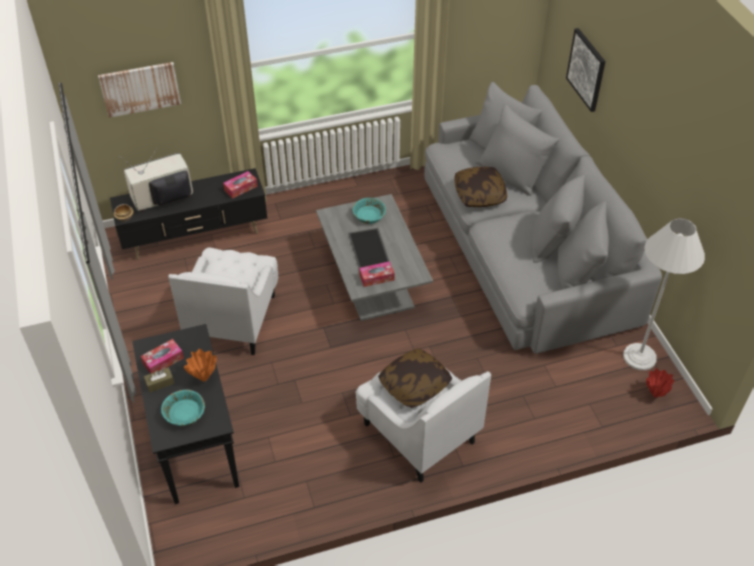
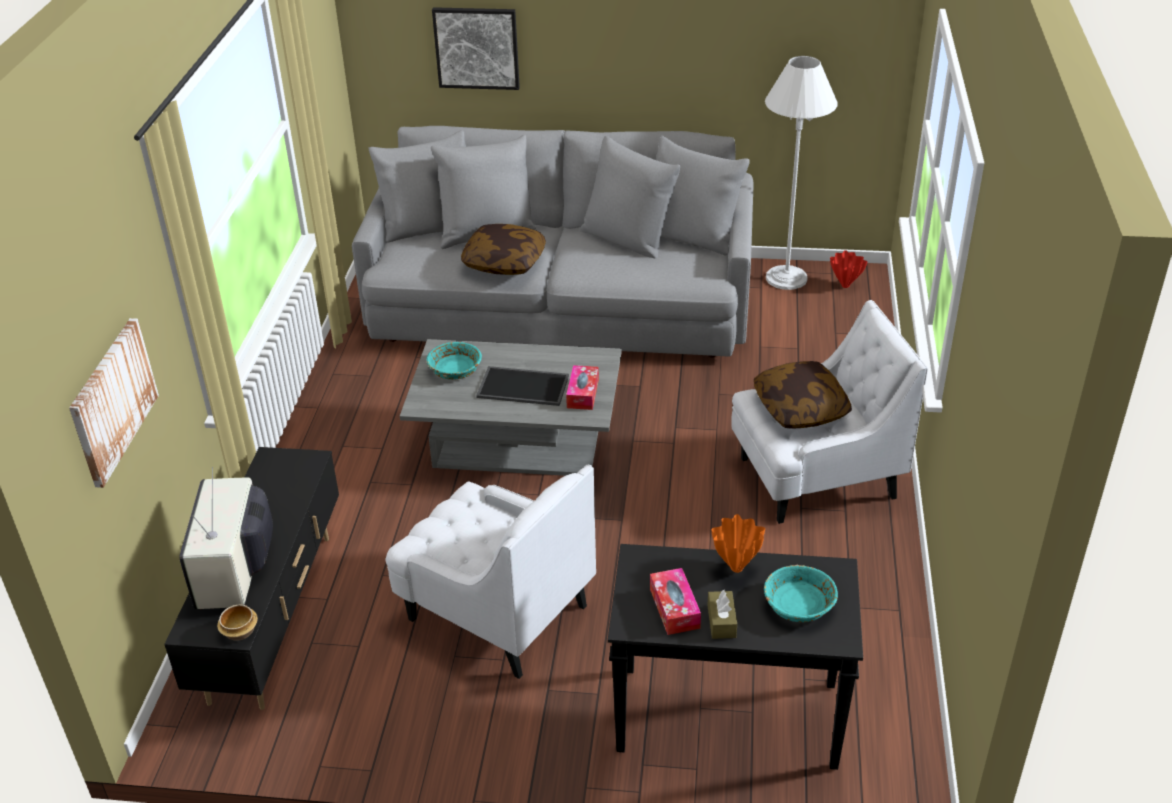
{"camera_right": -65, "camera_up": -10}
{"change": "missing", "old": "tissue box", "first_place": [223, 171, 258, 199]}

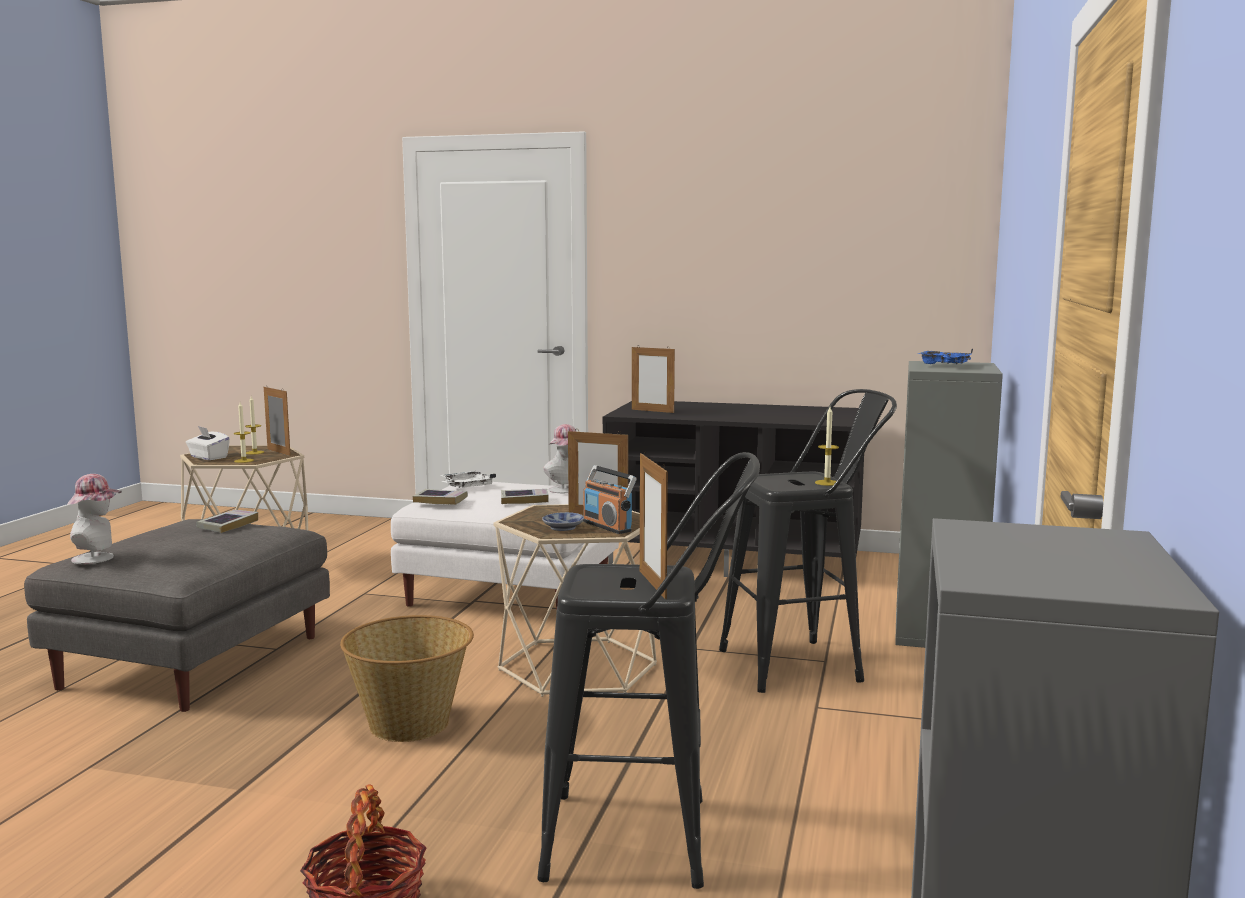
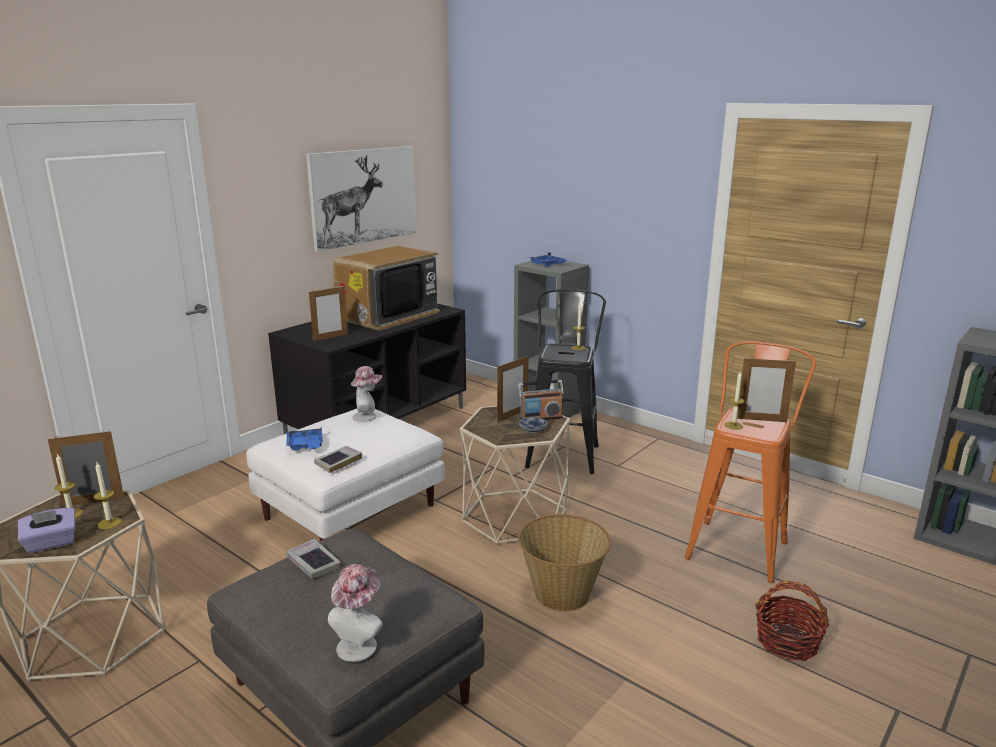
{"camera_right": -65, "camera_up": 10}
{"change": "missing", "old": "book", "first_place": [501, 489, 549, 504]}
{"change": "appeared", "new": "picture", "second_place": [306, 146, 417, 252]}
{"change": "appeared", "new": "television", "second_place": [333, 246, 440, 331]}
{"change": "appeared", "new": "candle", "second_place": [724, 372, 745, 430]}
{"change": "colour", "old": "white tissue box", "new": "purple tissue box", "first_place": [186, 426, 230, 460], "second_place": [18, 508, 75, 553]}
{"change": "colour", "old": "white tray", "new": "blue tray", "first_place": [441, 471, 496, 488], "second_place": [287, 428, 323, 451]}
{"change": "colour", "old": "black stool", "new": "orange stool", "first_place": [537, 452, 760, 889], "second_place": [685, 342, 816, 583]}

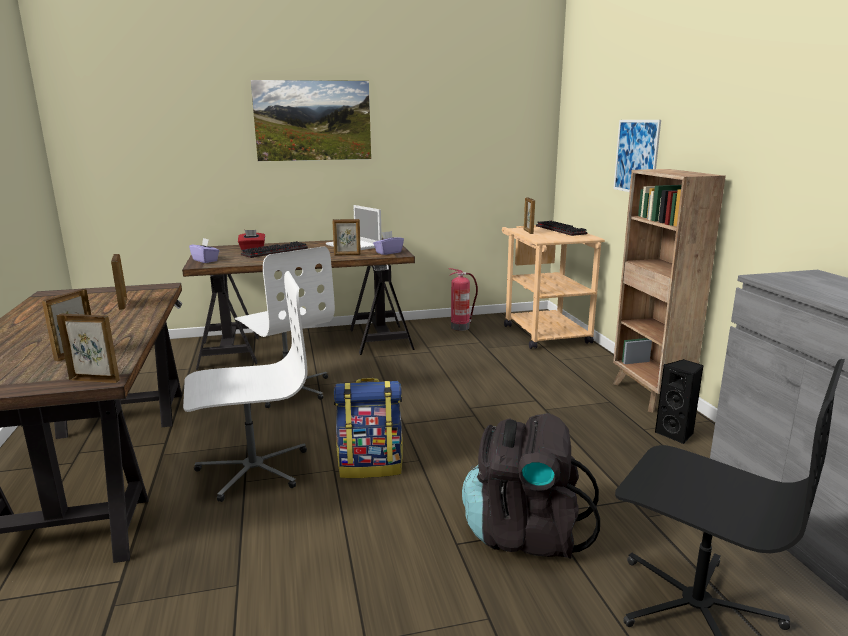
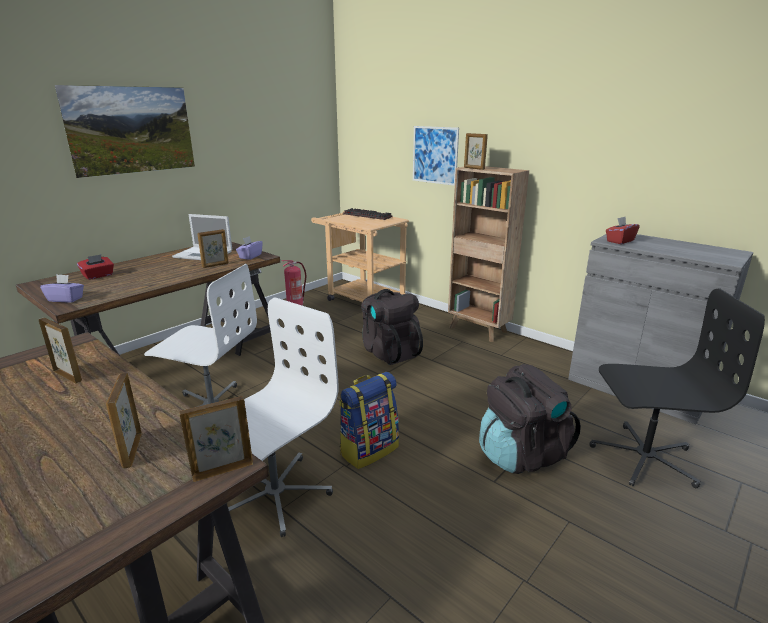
{"camera_right": -35, "camera_up": 5}
{"change": "missing", "old": "keyboard", "first_place": [241, 241, 308, 258]}
{"change": "missing", "old": "black speaker", "first_place": [655, 359, 703, 444]}
{"change": "appeared", "new": "black backpack", "second_place": [361, 289, 423, 365]}
{"change": "appeared", "new": "red tissue box", "second_place": [606, 217, 640, 244]}
{"change": "relocated", "old": "picture frame", "first_place": [524, 197, 535, 234], "second_place": [464, 133, 488, 170]}

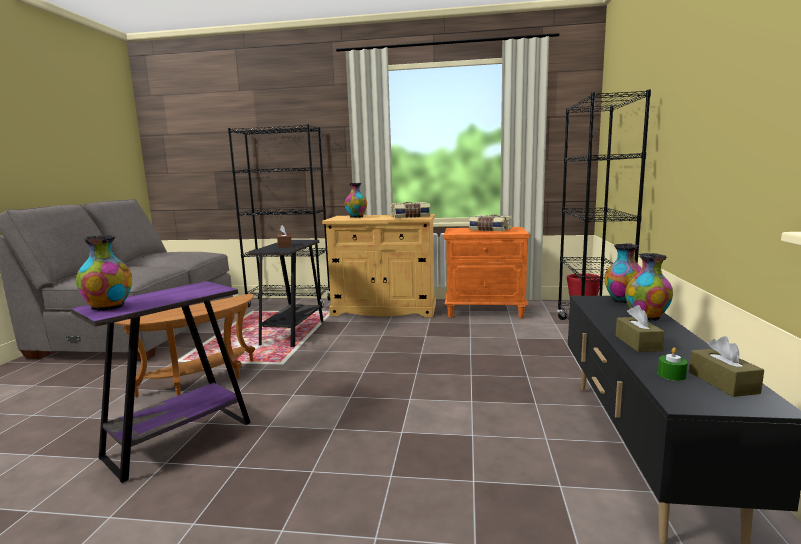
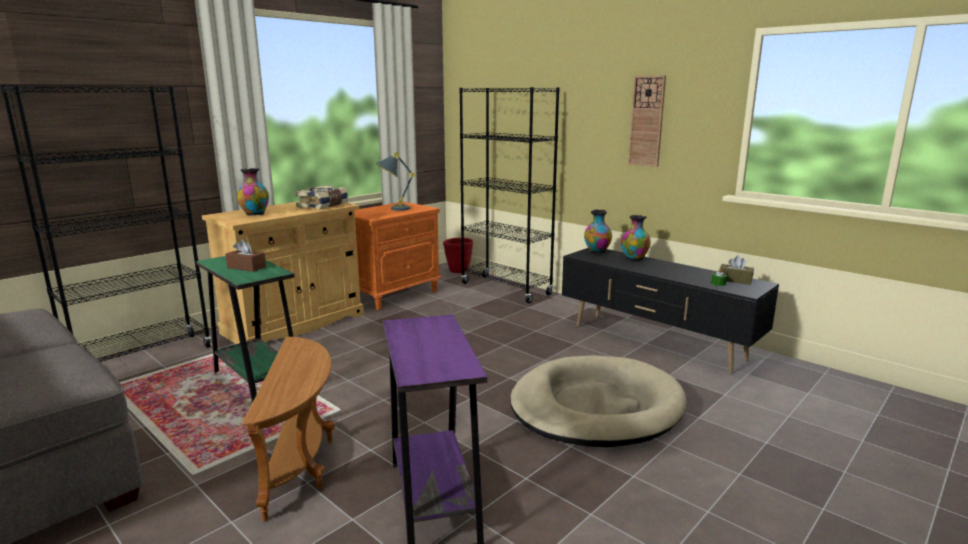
{"camera_right": -55, "camera_up": 5}
{"change": "missing", "old": "vase", "first_place": [76, 235, 132, 311]}
{"change": "missing", "old": "brown tissue box", "first_place": [616, 305, 665, 352]}
{"change": "appeared", "new": "beige dog bed", "second_place": [510, 355, 687, 447]}
{"change": "appeared", "new": "wall clock", "second_place": [628, 75, 666, 167]}
{"change": "exchanged", "old": "book", "new": "grey table lamp", "first_place": [469, 215, 512, 231], "second_place": [375, 152, 415, 211]}
{"change": "colour", "old": "black side table", "new": "green side table", "first_place": [248, 240, 324, 347], "second_place": [196, 256, 295, 403]}

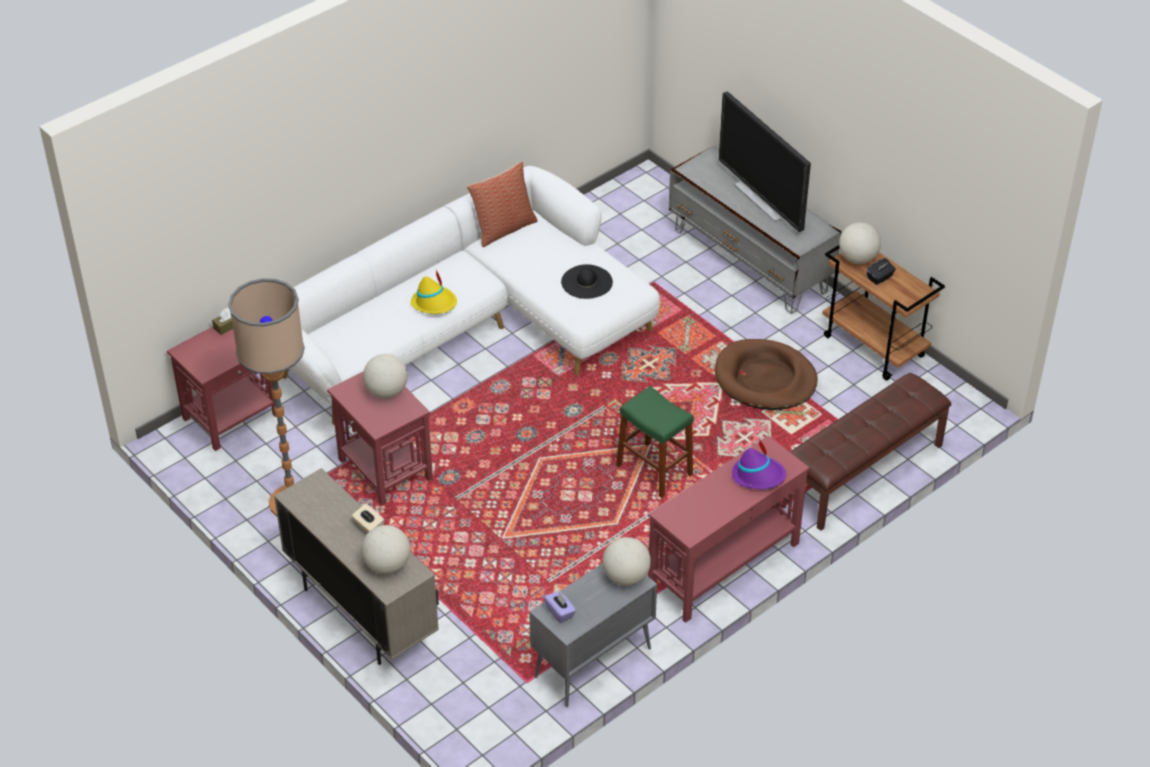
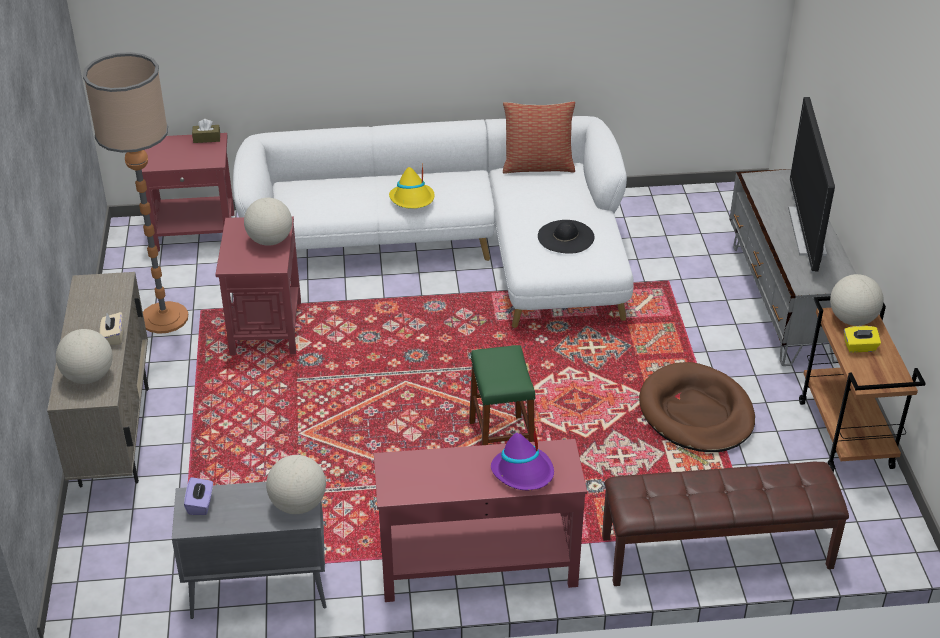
{"camera_right": 35, "camera_up": -5}
{"change": "colour", "old": "black tissue box", "new": "yellow tissue box", "first_place": [866, 258, 896, 285], "second_place": [844, 326, 881, 353]}

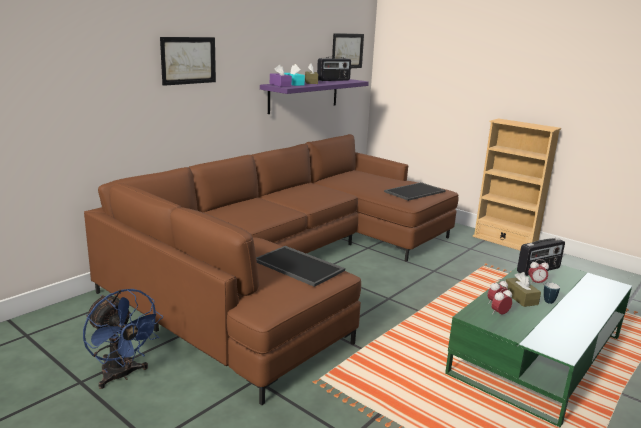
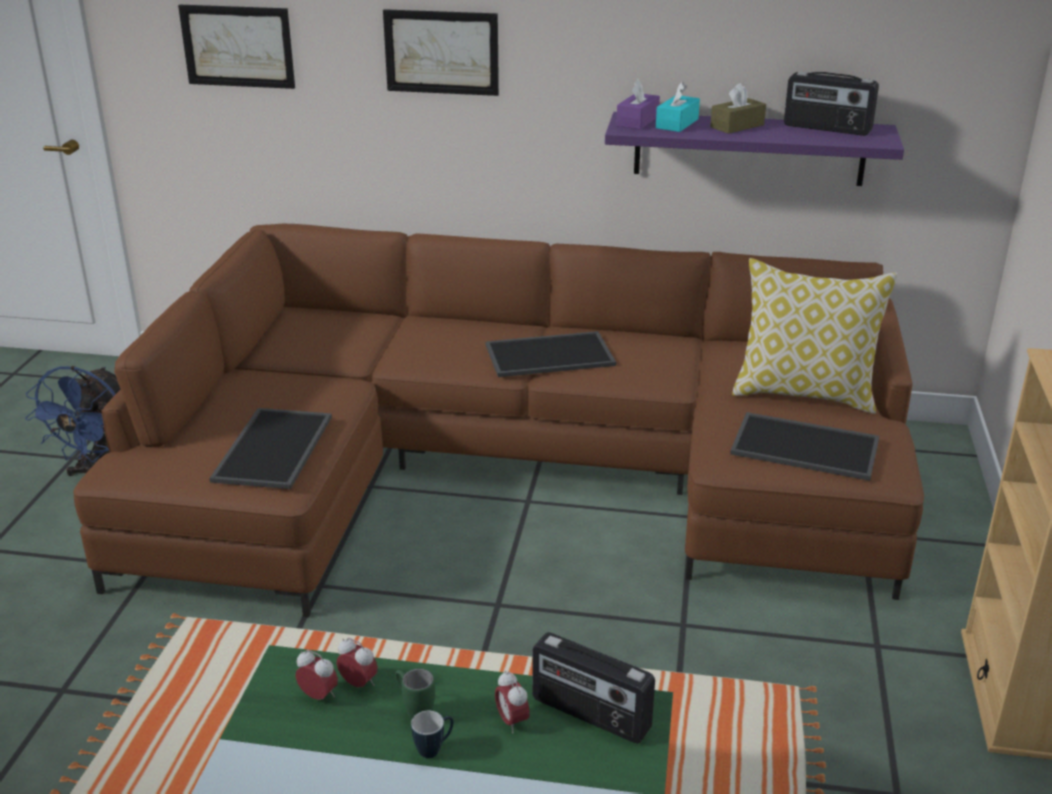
{"camera_right": 60, "camera_up": 10}
{"change": "appeared", "new": "tray", "second_place": [486, 331, 616, 377]}
{"change": "appeared", "new": "pillow", "second_place": [732, 258, 898, 414]}
{"change": "relocated", "old": "picture", "first_place": [332, 33, 364, 68], "second_place": [178, 5, 295, 89]}
{"change": "exchanged", "old": "brown tissue box", "new": "green mug", "first_place": [505, 272, 541, 307], "second_place": [395, 668, 435, 720]}

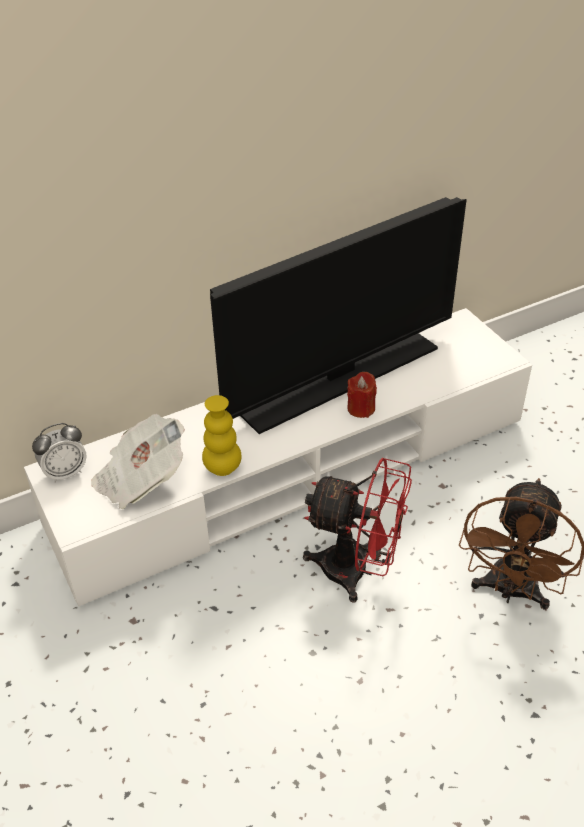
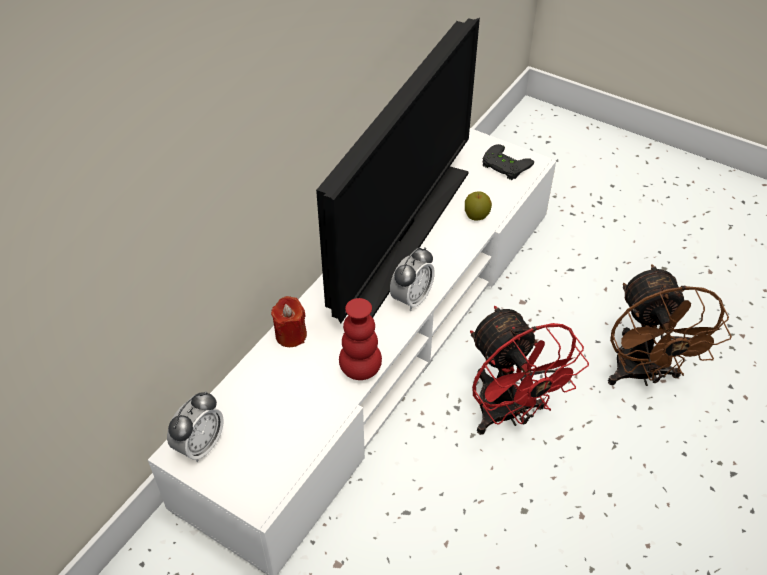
{"camera_right": -30, "camera_up": 5}
{"change": "missing", "old": "newspaper", "first_place": [91, 414, 185, 510]}
{"change": "appeared", "new": "alarm clock", "second_place": [390, 247, 435, 311]}
{"change": "appeared", "new": "apple", "second_place": [465, 191, 492, 221]}
{"change": "appeared", "new": "black game controller", "second_place": [482, 144, 534, 180]}
{"change": "relocated", "old": "red candle", "first_place": [347, 372, 377, 418], "second_place": [271, 296, 307, 347]}
{"change": "colour", "old": "yellow vase", "new": "red vase", "first_place": [202, 395, 242, 476], "second_place": [339, 298, 382, 380]}
{"change": "spun", "old": "red fan", "first_place": [303, 458, 412, 603], "second_place": [470, 306, 589, 435], "degrees": 75}

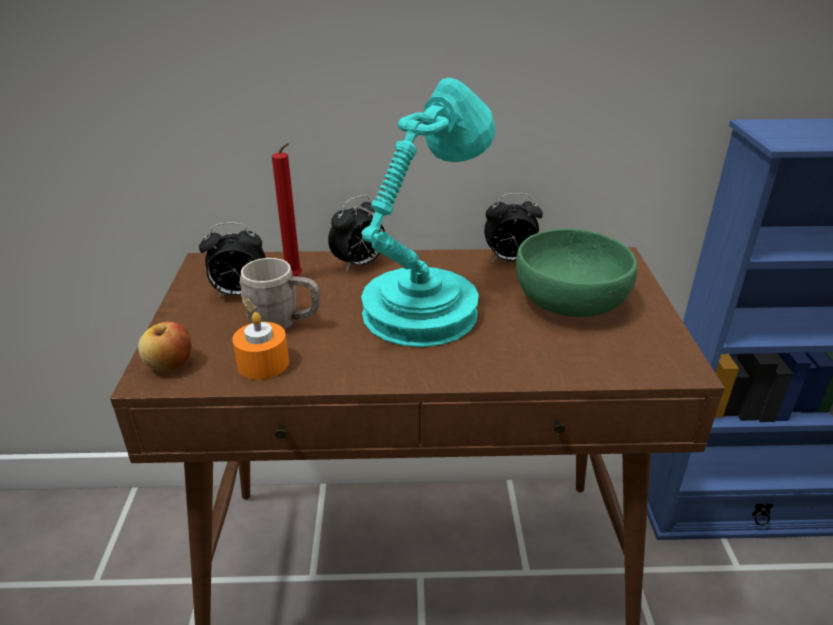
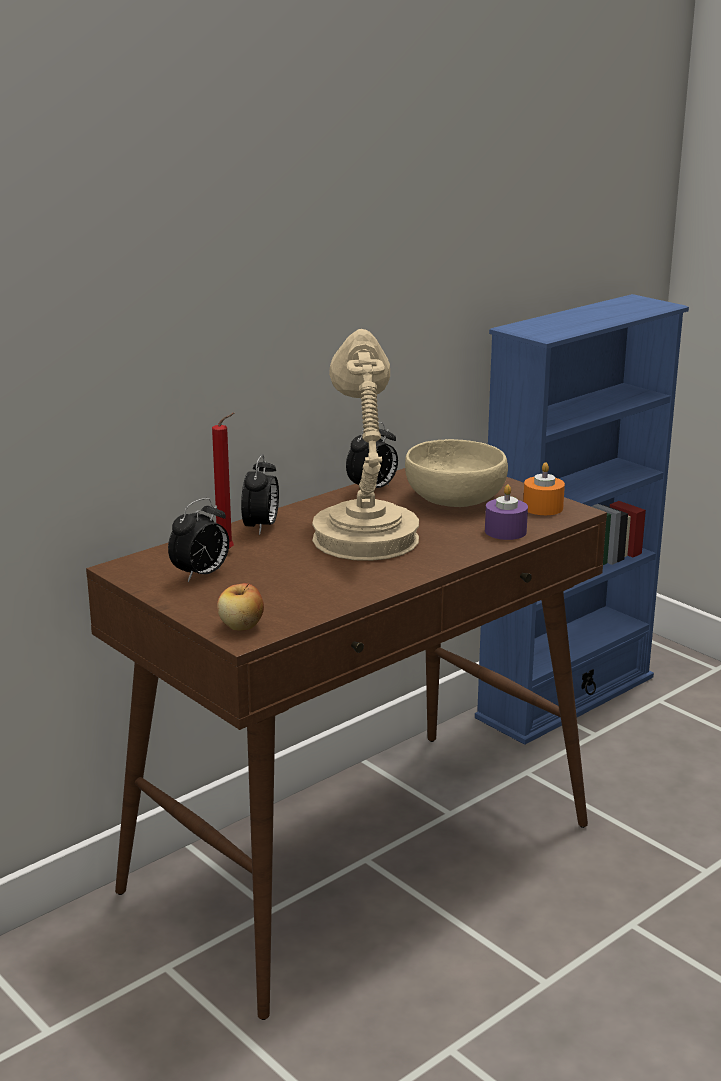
{"camera_right": -40, "camera_up": -10}
{"change": "missing", "old": "grey mug", "first_place": [239, 258, 320, 330]}
{"change": "appeared", "new": "purple candle", "second_place": [485, 484, 528, 540]}
{"change": "relocated", "old": "orange candle", "first_place": [232, 312, 289, 380], "second_place": [523, 462, 565, 515]}
{"change": "colour", "old": "turquoise table lamp", "new": "beige table lamp", "first_place": [361, 78, 495, 347], "second_place": [312, 329, 419, 561]}
{"change": "colour", "old": "green bowl", "new": "beige bowl", "first_place": [516, 228, 637, 317], "second_place": [405, 439, 508, 507]}

